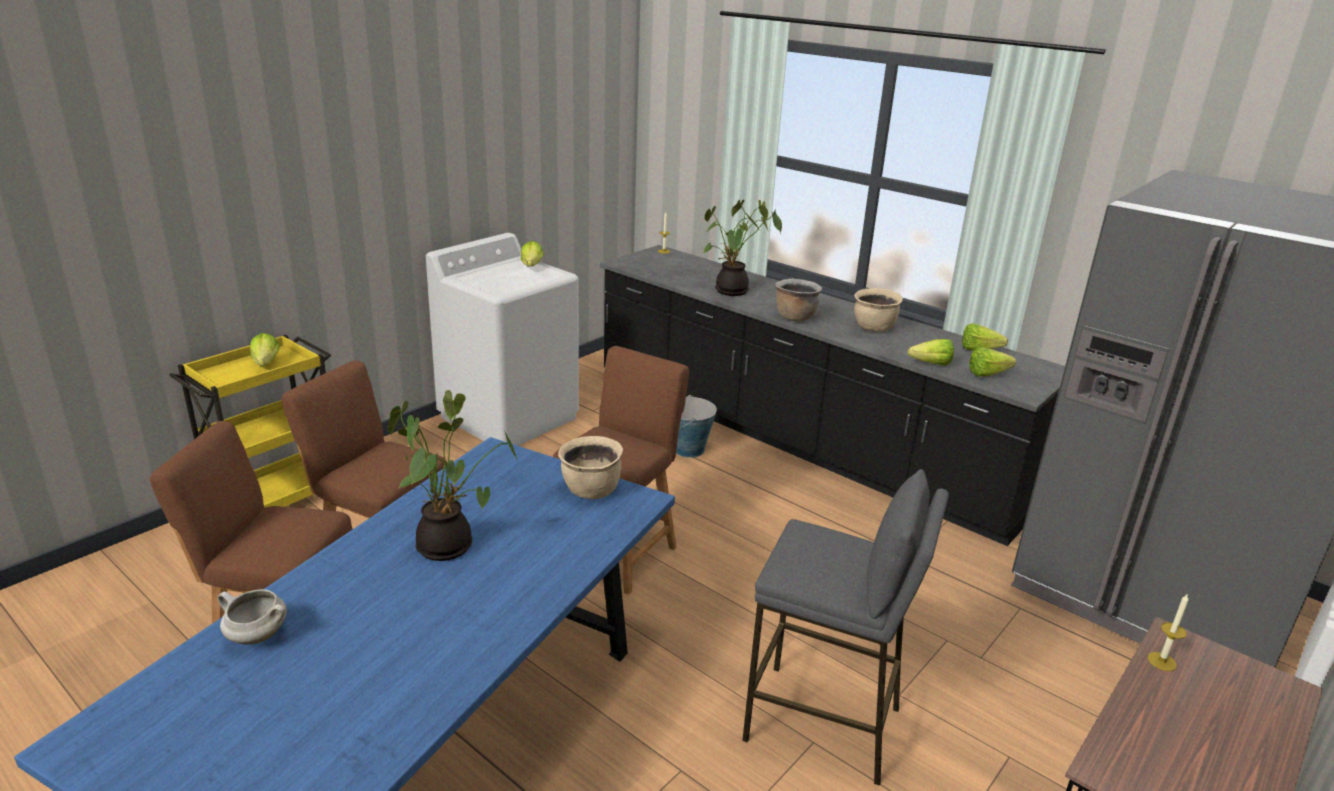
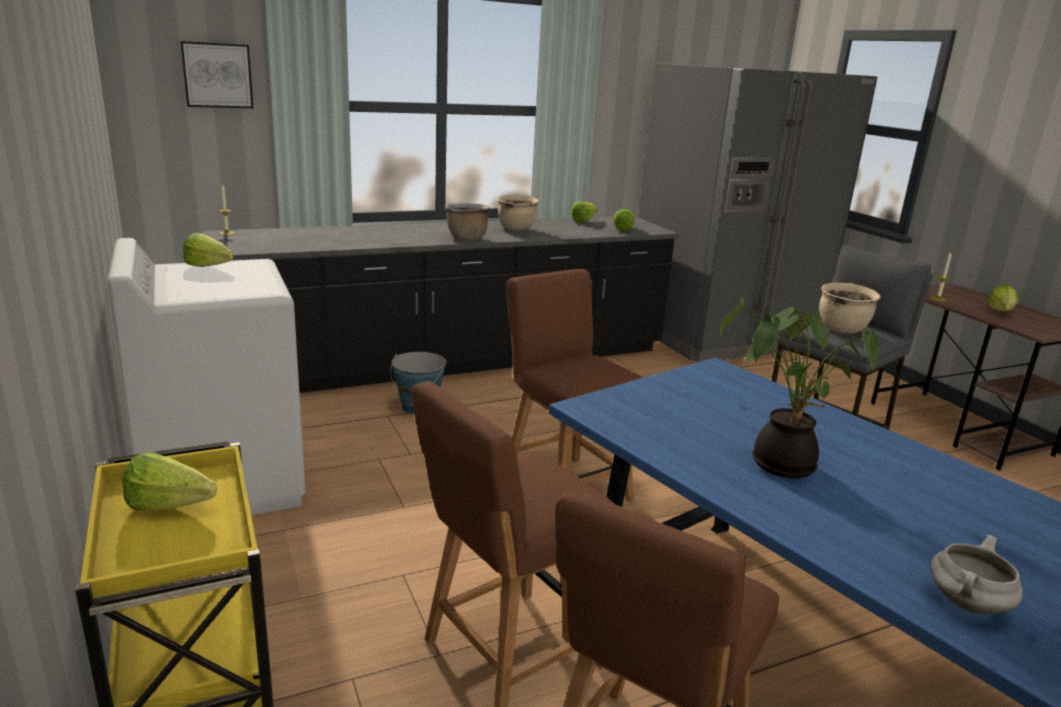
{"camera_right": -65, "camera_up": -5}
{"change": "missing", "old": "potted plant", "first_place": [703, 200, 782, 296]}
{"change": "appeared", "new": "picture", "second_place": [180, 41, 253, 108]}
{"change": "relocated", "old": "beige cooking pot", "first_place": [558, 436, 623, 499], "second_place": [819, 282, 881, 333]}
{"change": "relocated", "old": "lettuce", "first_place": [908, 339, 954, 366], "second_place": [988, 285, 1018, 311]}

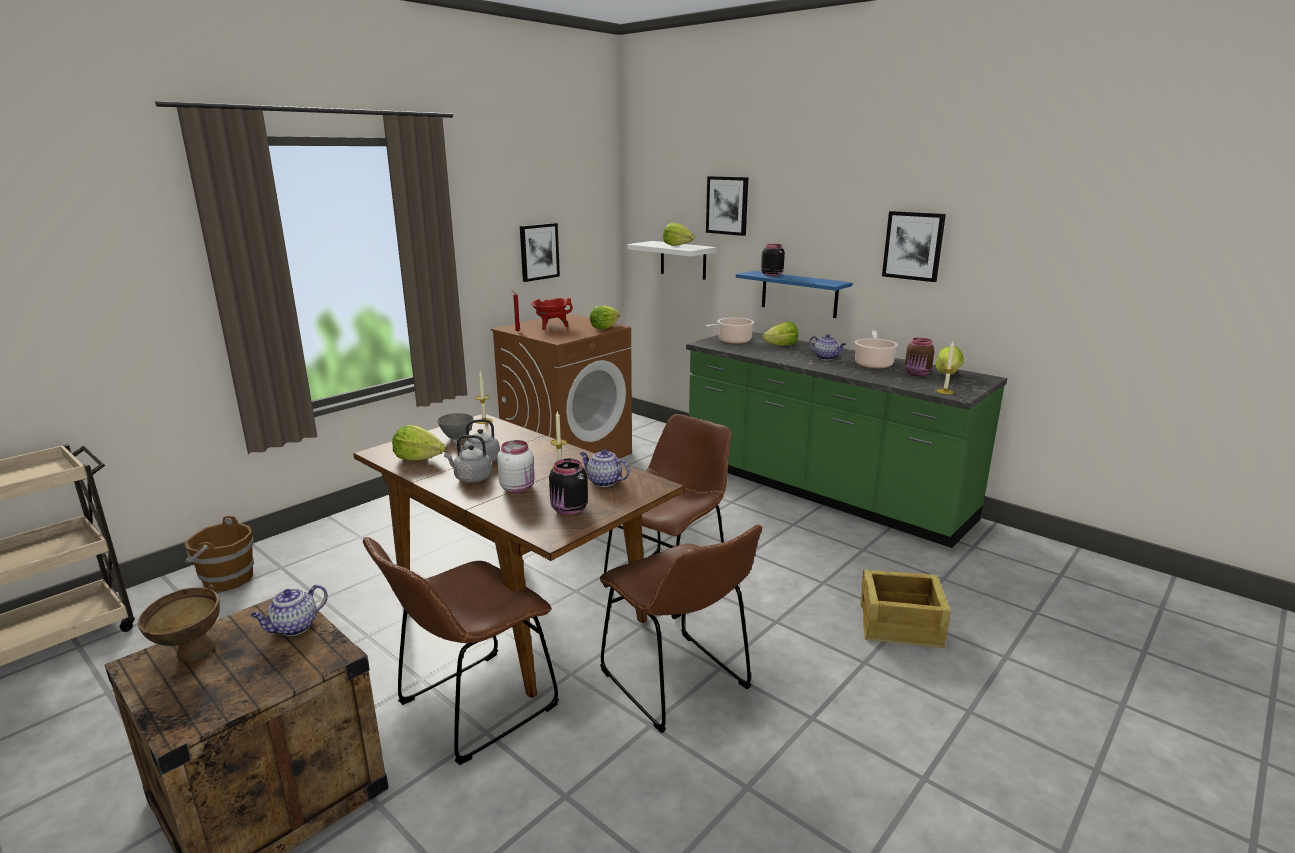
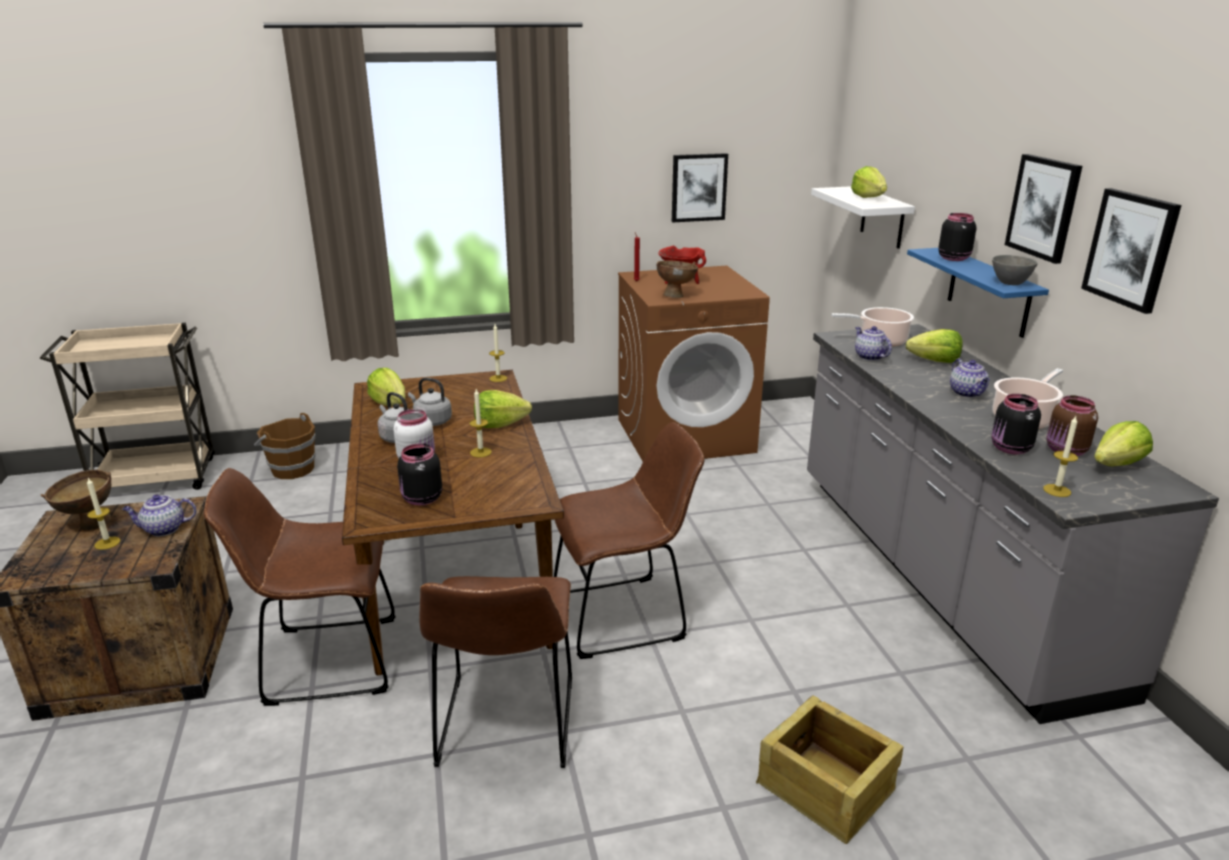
{"camera_right": 35, "camera_up": 5}
{"change": "appeared", "new": "candle", "second_place": [87, 478, 120, 550]}
{"change": "appeared", "new": "brown bowl", "second_place": [657, 261, 698, 298]}
{"change": "appeared", "new": "black jar", "second_place": [991, 394, 1041, 454]}
{"change": "relocated", "old": "grey bowl", "first_place": [437, 413, 474, 440], "second_place": [992, 255, 1038, 285]}
{"change": "relocated", "old": "teapot", "first_place": [580, 449, 630, 487], "second_place": [855, 326, 892, 361]}
{"change": "relocated", "old": "lettuce", "first_place": [589, 305, 620, 329], "second_place": [474, 390, 532, 428]}
{"change": "relocated", "old": "picture", "first_place": [706, 176, 748, 236], "second_place": [1005, 154, 1082, 264]}
{"change": "colour", "old": "green counter", "new": "grey counter", "first_place": [686, 332, 1007, 548], "second_place": [807, 324, 1219, 724]}

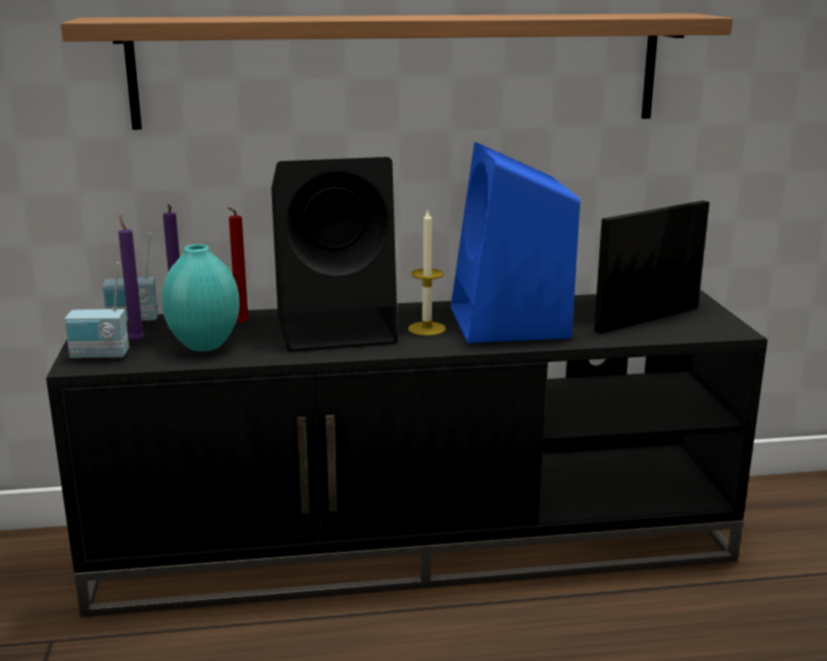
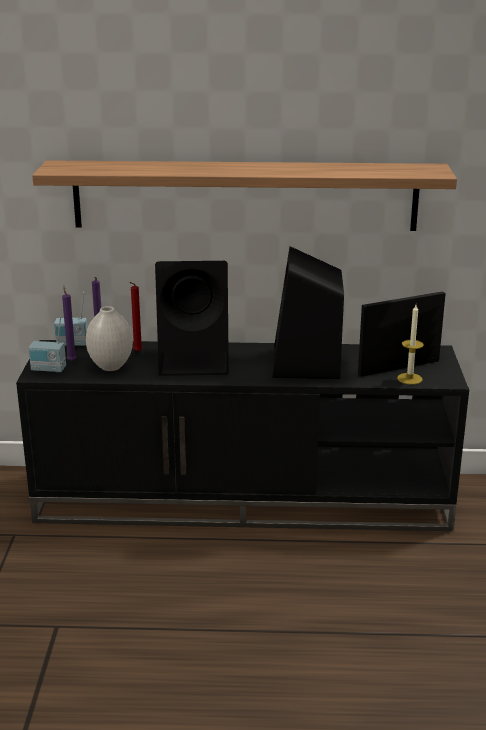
{"camera_right": 10, "camera_up": 5}
{"change": "relocated", "old": "candle", "first_place": [408, 208, 446, 336], "second_place": [397, 305, 424, 384]}
{"change": "colour", "old": "turquoise vase", "new": "white vase", "first_place": [162, 244, 239, 351], "second_place": [86, 306, 133, 371]}
{"change": "colour", "old": "blue speaker", "new": "black speaker", "first_place": [451, 142, 580, 343], "second_place": [272, 246, 344, 379]}

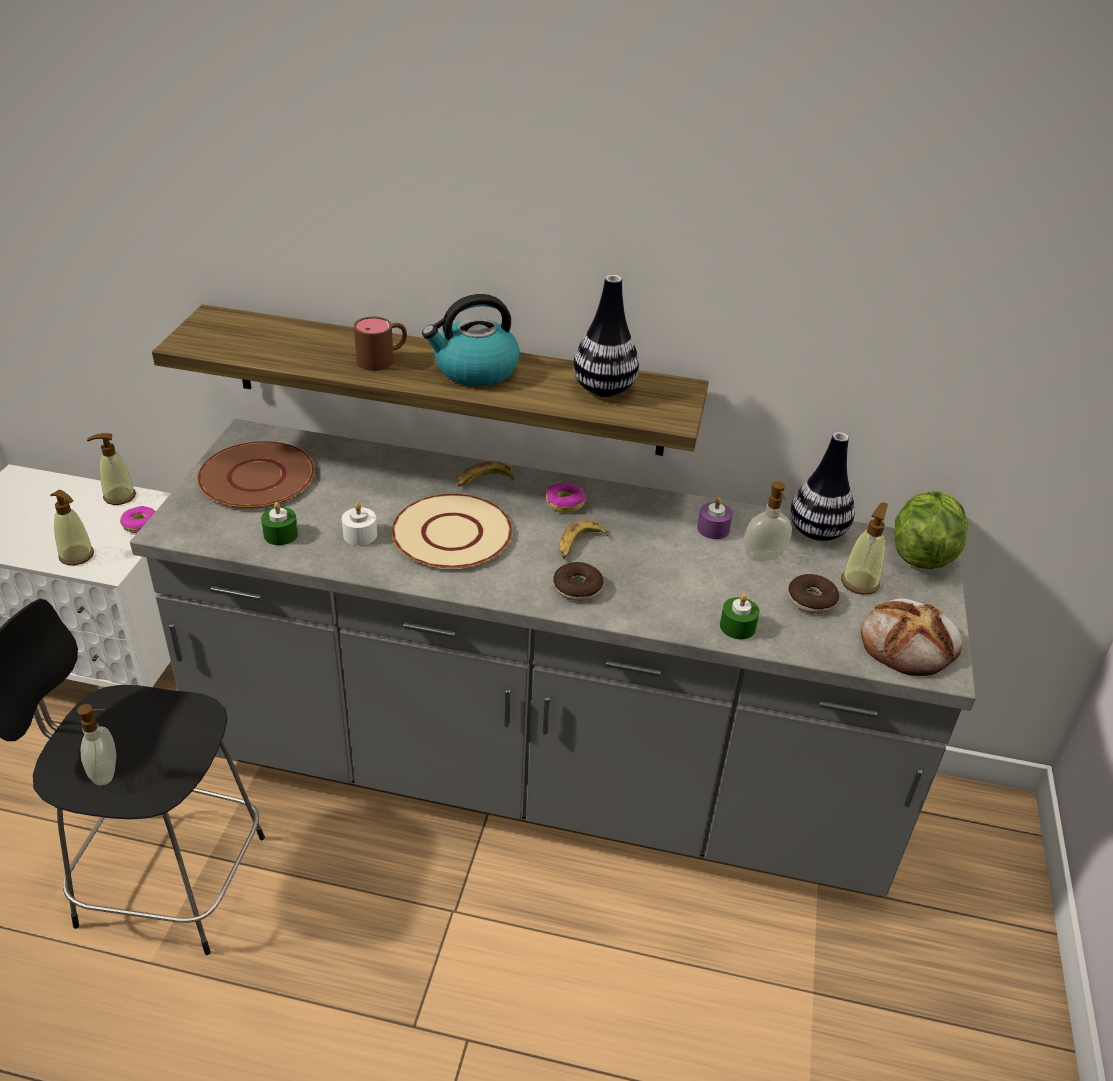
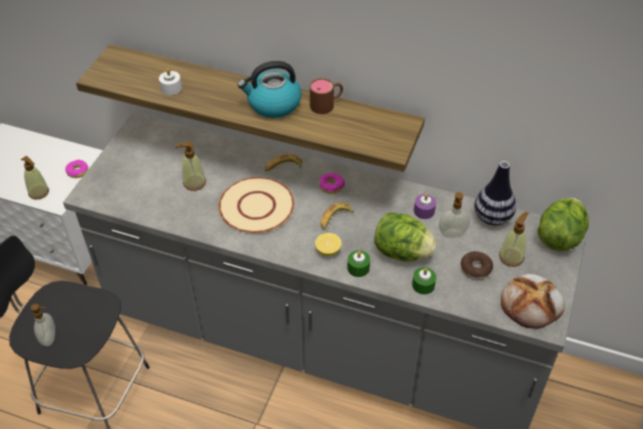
{"camera_right": 10, "camera_up": 10}
{"change": "missing", "old": "brown plate", "first_place": [197, 441, 315, 509]}
{"change": "missing", "old": "vase", "first_place": [573, 275, 639, 397]}
{"change": "appeared", "new": "lettuce", "second_place": [374, 212, 437, 262]}
{"change": "relocated", "old": "soap dispenser", "first_place": [87, 433, 136, 505], "second_place": [175, 142, 206, 191]}
{"change": "relocated", "old": "green candle", "first_place": [261, 502, 298, 545], "second_place": [347, 250, 370, 277]}
{"change": "relocated", "old": "white candle", "first_place": [342, 502, 377, 546], "second_place": [159, 68, 182, 95]}
{"change": "relocated", "old": "brown mug", "first_place": [354, 316, 407, 371], "second_place": [310, 78, 343, 114]}
{"change": "exchanged", "old": "donut", "new": "lemon", "first_place": [553, 562, 604, 601], "second_place": [315, 233, 342, 256]}

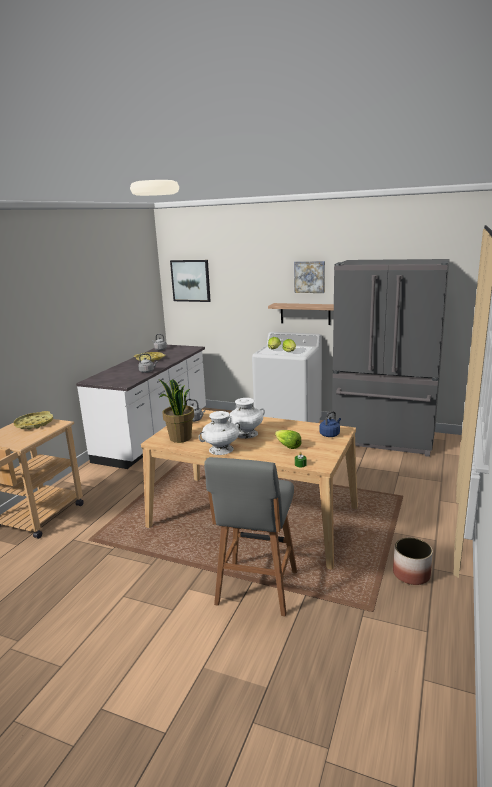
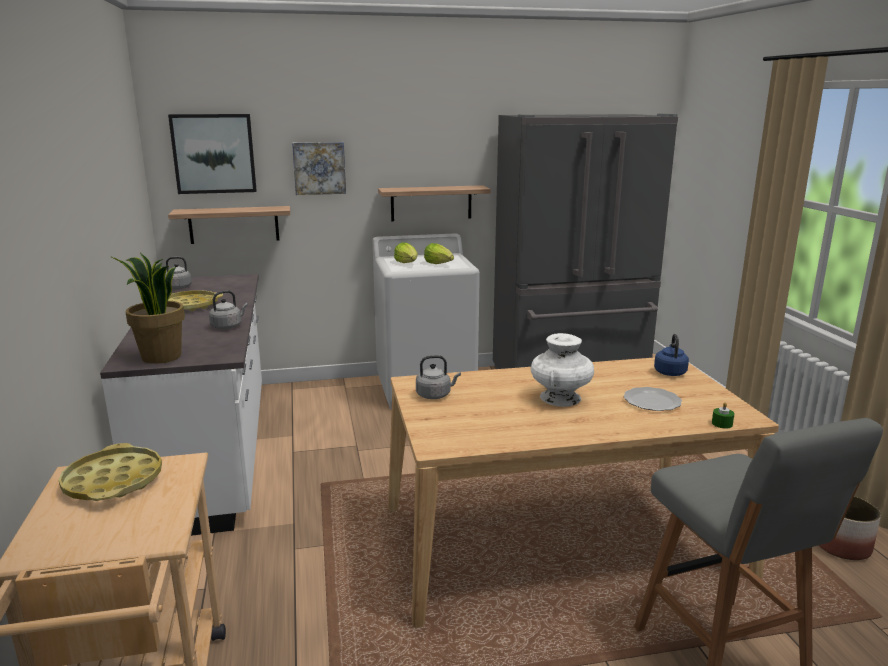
{"camera_right": -35, "camera_up": 0}
{"change": "missing", "old": "white vase", "first_place": [199, 411, 241, 455]}
{"change": "appeared", "new": "shelf", "second_place": [168, 206, 290, 244]}
{"change": "relocated", "old": "potted plant", "first_place": [159, 379, 194, 443], "second_place": [110, 253, 185, 364]}
{"change": "relocated", "old": "picture", "first_place": [294, 261, 325, 293], "second_place": [292, 142, 346, 195]}
{"change": "exchanged", "old": "lettuce", "new": "plate", "first_place": [275, 430, 302, 449], "second_place": [623, 387, 682, 411]}

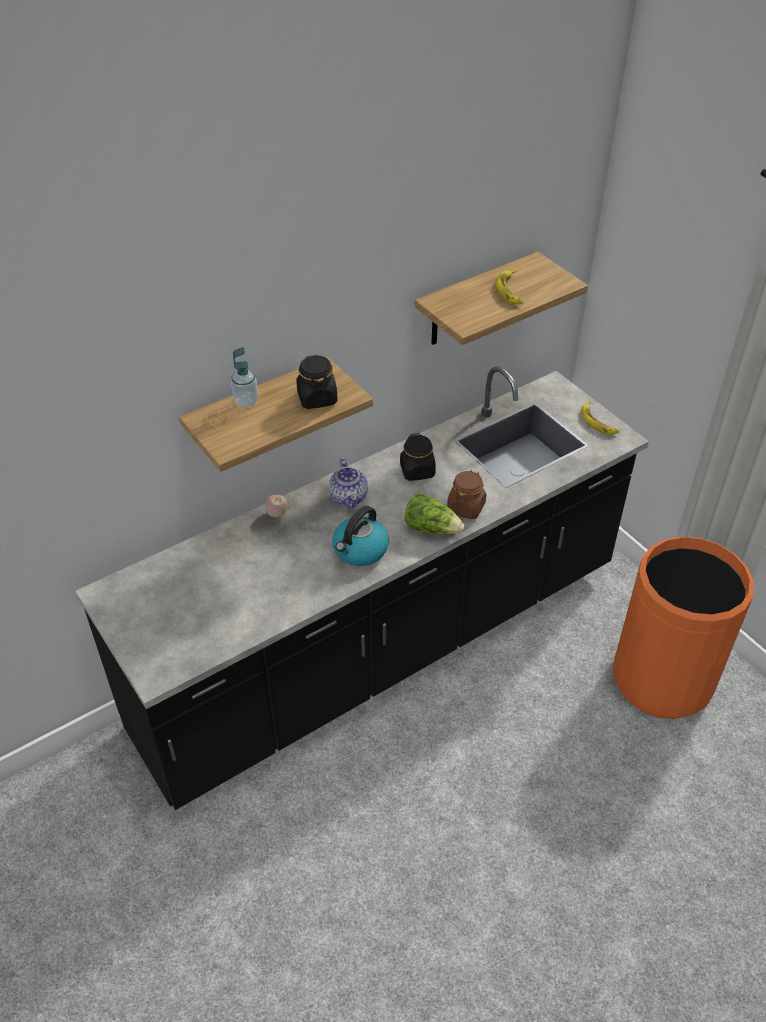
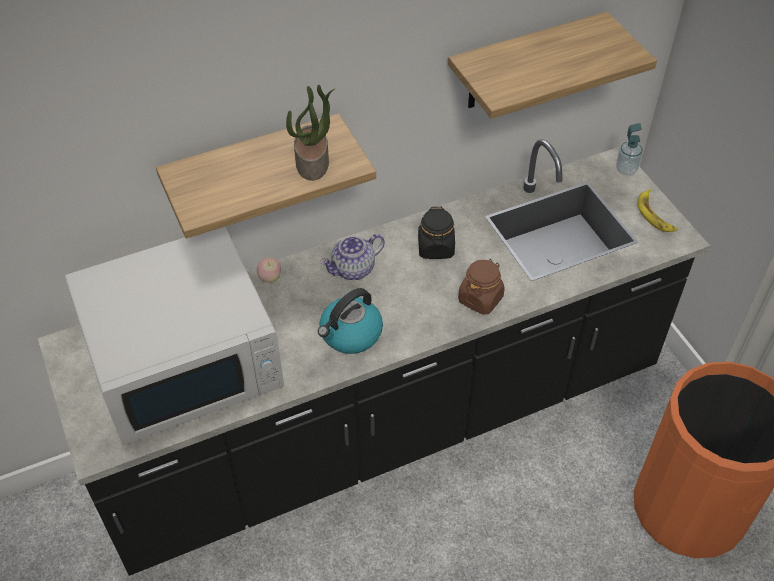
{"camera_right": 10, "camera_up": 5}
{"change": "missing", "old": "lettuce", "first_place": [405, 493, 464, 534]}
{"change": "missing", "old": "banana", "first_place": [495, 270, 523, 304]}
{"change": "appeared", "new": "white microwave", "second_place": [64, 227, 284, 445]}
{"change": "relocated", "old": "soap dispenser", "first_place": [231, 347, 258, 407], "second_place": [616, 123, 643, 175]}
{"change": "exchanged", "old": "black jar", "new": "potted plant", "first_place": [296, 355, 338, 409], "second_place": [286, 85, 336, 181]}
{"change": "spun", "old": "teapot", "first_place": [329, 458, 368, 509], "second_place": [320, 234, 385, 280], "degrees": 60}

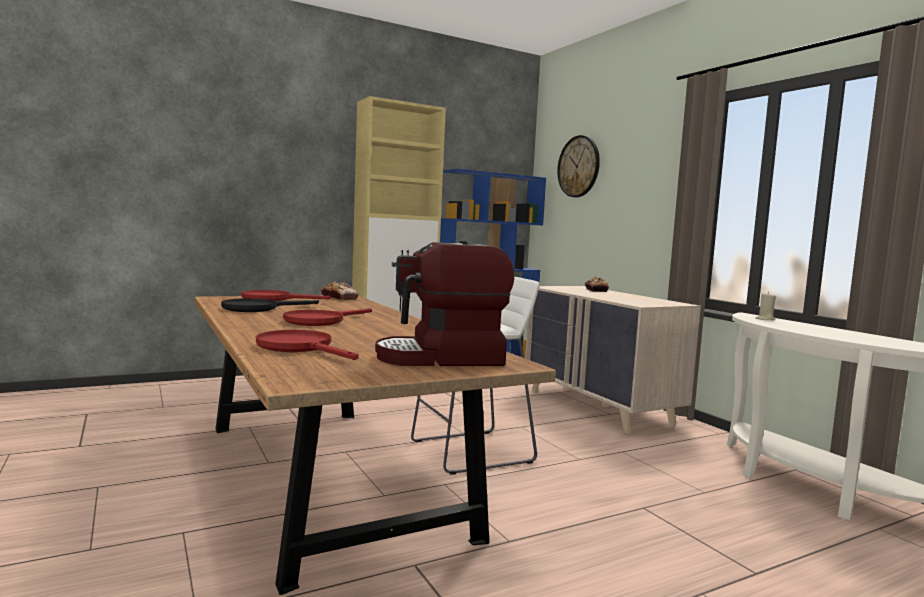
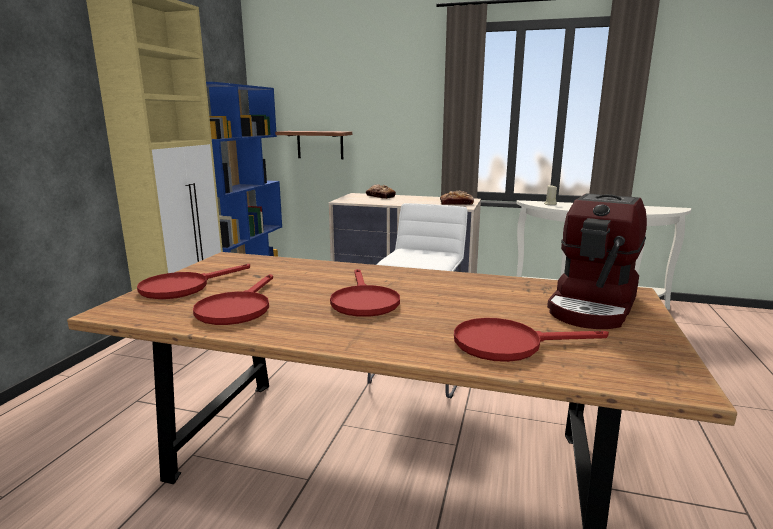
{"camera_right": -45, "camera_up": 10}
{"change": "missing", "old": "wall clock", "first_place": [557, 135, 600, 197]}
{"change": "appeared", "new": "shelf", "second_place": [275, 131, 352, 159]}
{"change": "relocated", "old": "bread", "first_place": [321, 282, 359, 300], "second_place": [440, 191, 474, 205]}
{"change": "colour", "old": "black frying pan", "new": "red frying pan", "first_place": [221, 298, 319, 312], "second_place": [193, 274, 273, 325]}

